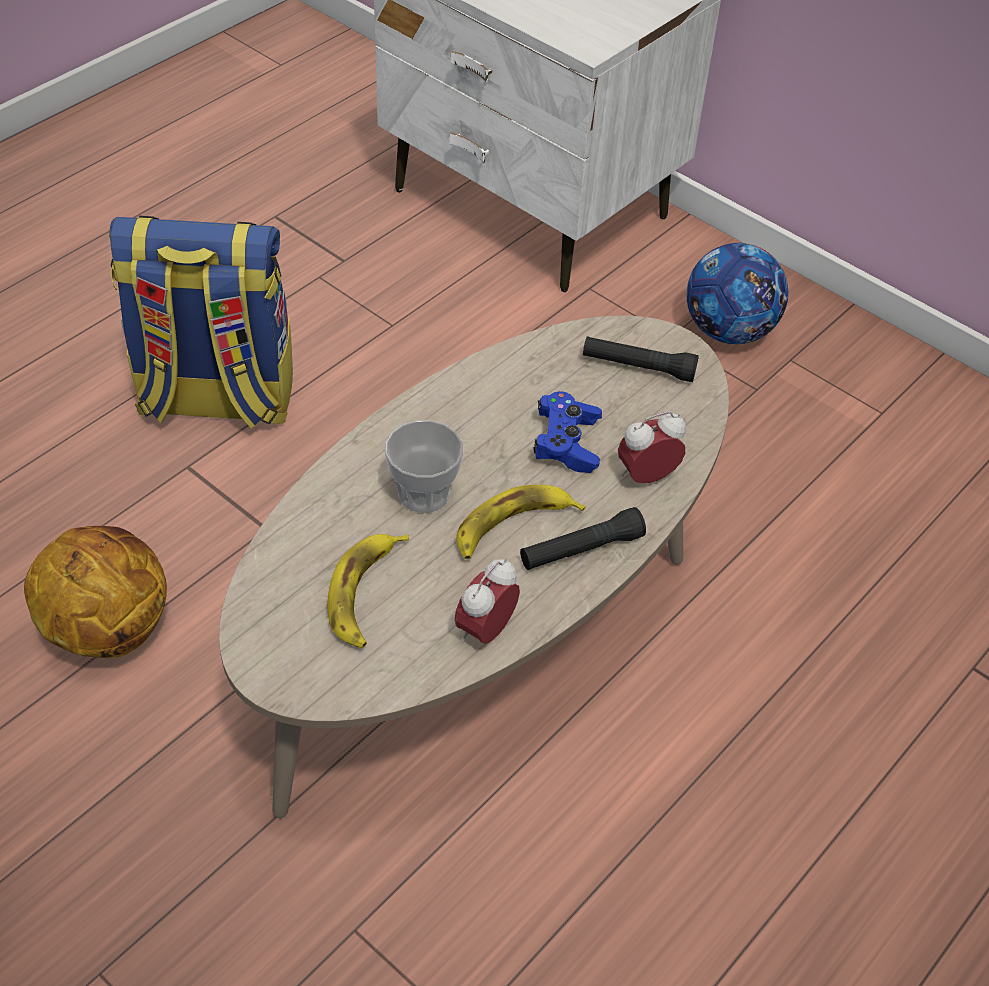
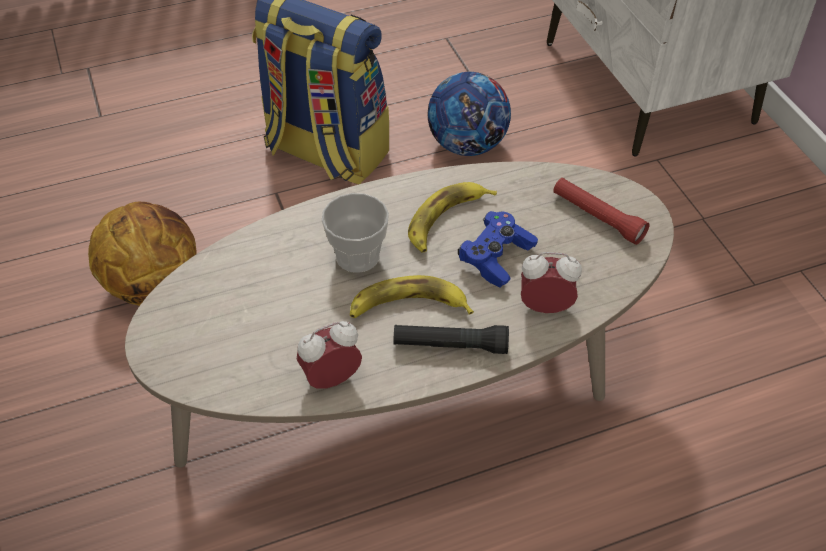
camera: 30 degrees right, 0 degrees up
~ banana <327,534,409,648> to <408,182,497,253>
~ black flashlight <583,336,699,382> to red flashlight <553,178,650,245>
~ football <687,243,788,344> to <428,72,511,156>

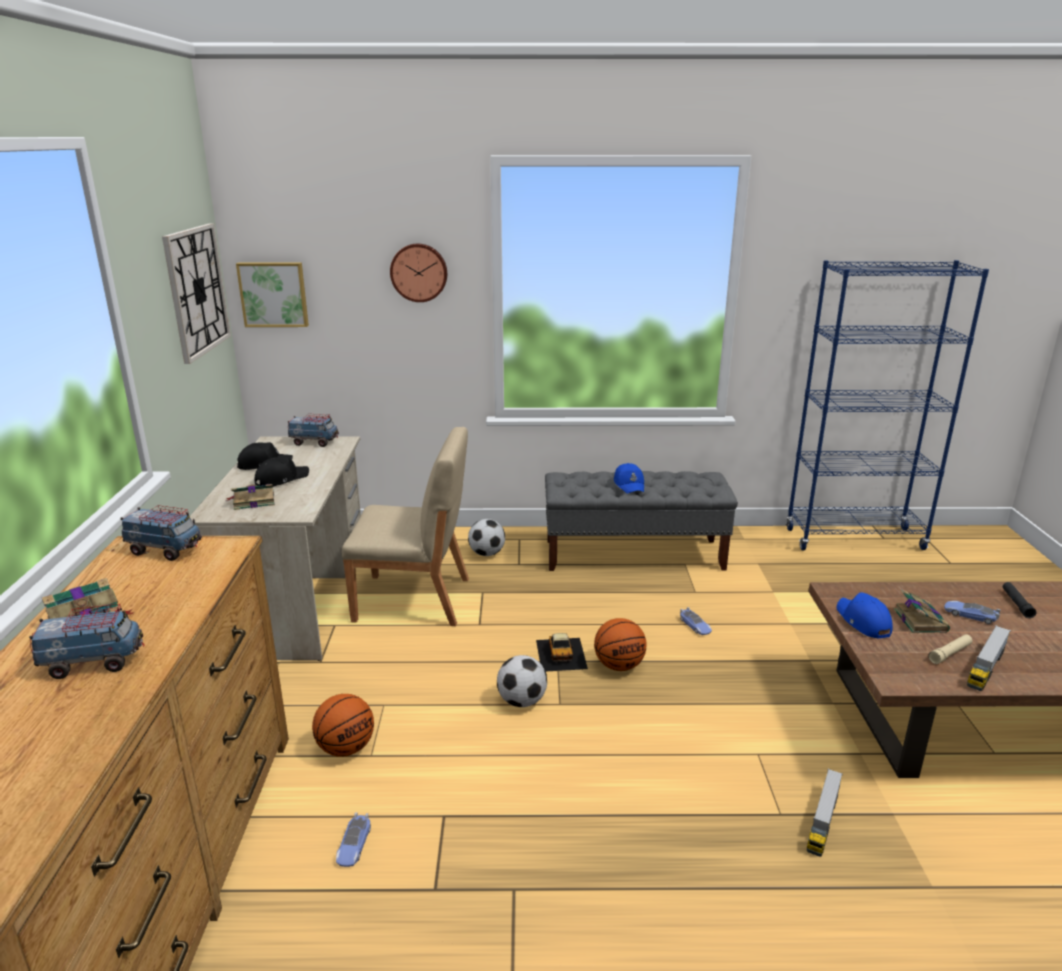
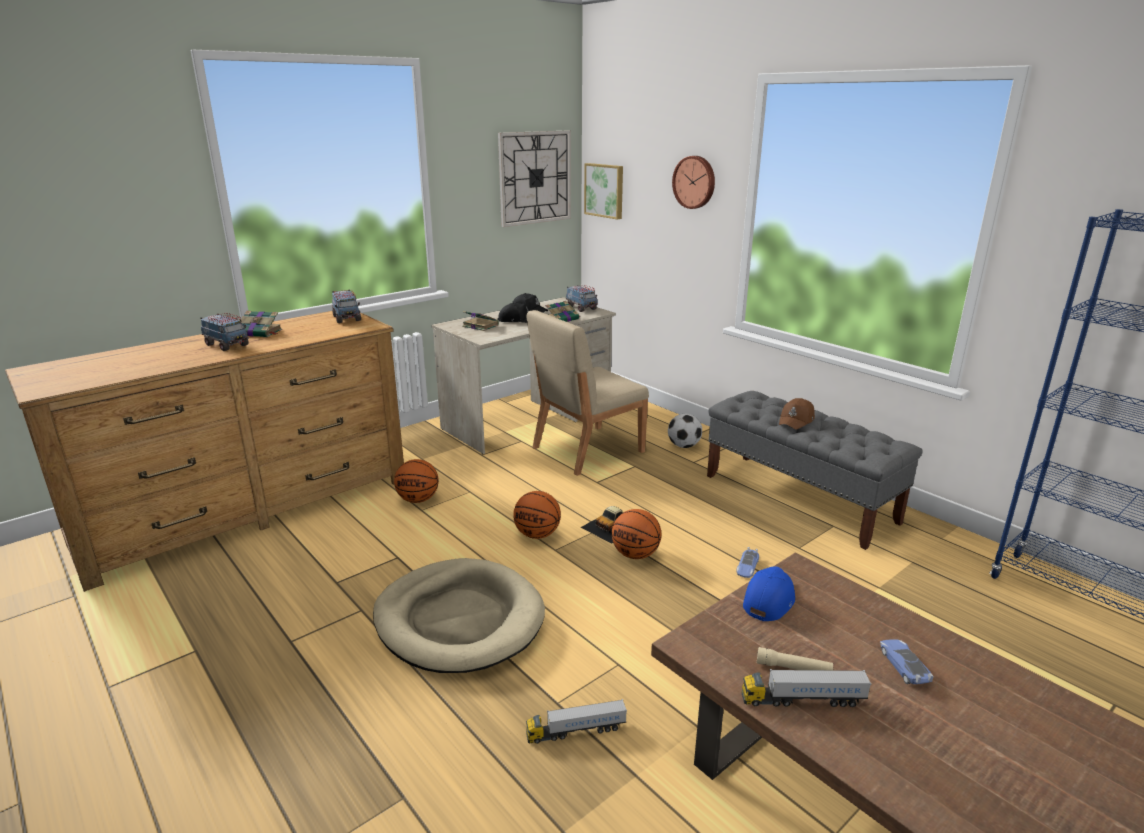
camera: 50 degrees right, 0 degrees up
- toy car <336,812,371,867>
~ beige upright chair <342,427,469,626> = <527,310,649,476> 90 degrees clockwise
~ football <497,655,547,707> to basketball ball <513,491,561,539>
~ blue-coloured peaked cap <614,463,644,493> to brownish peaked cap <779,398,815,429>
~ bound book <893,589,950,633> to <545,301,579,322>
- black flashlight <1003,582,1037,618>
+ beige pet bed <373,558,545,673>

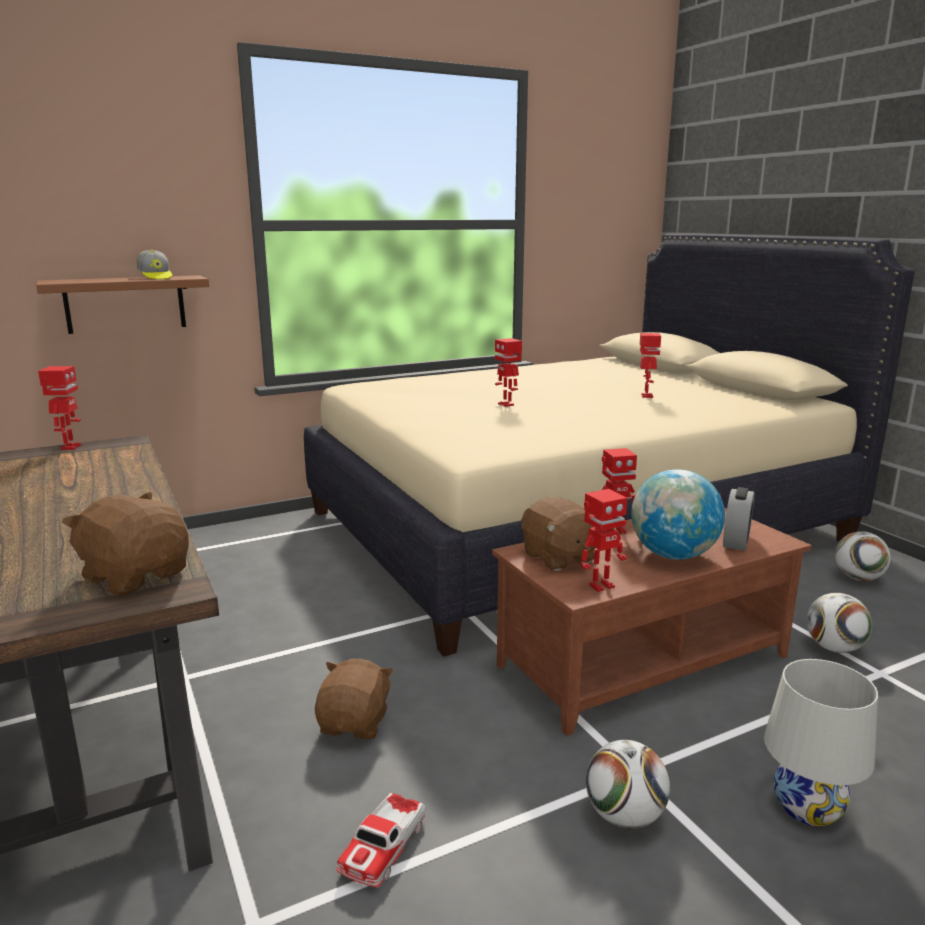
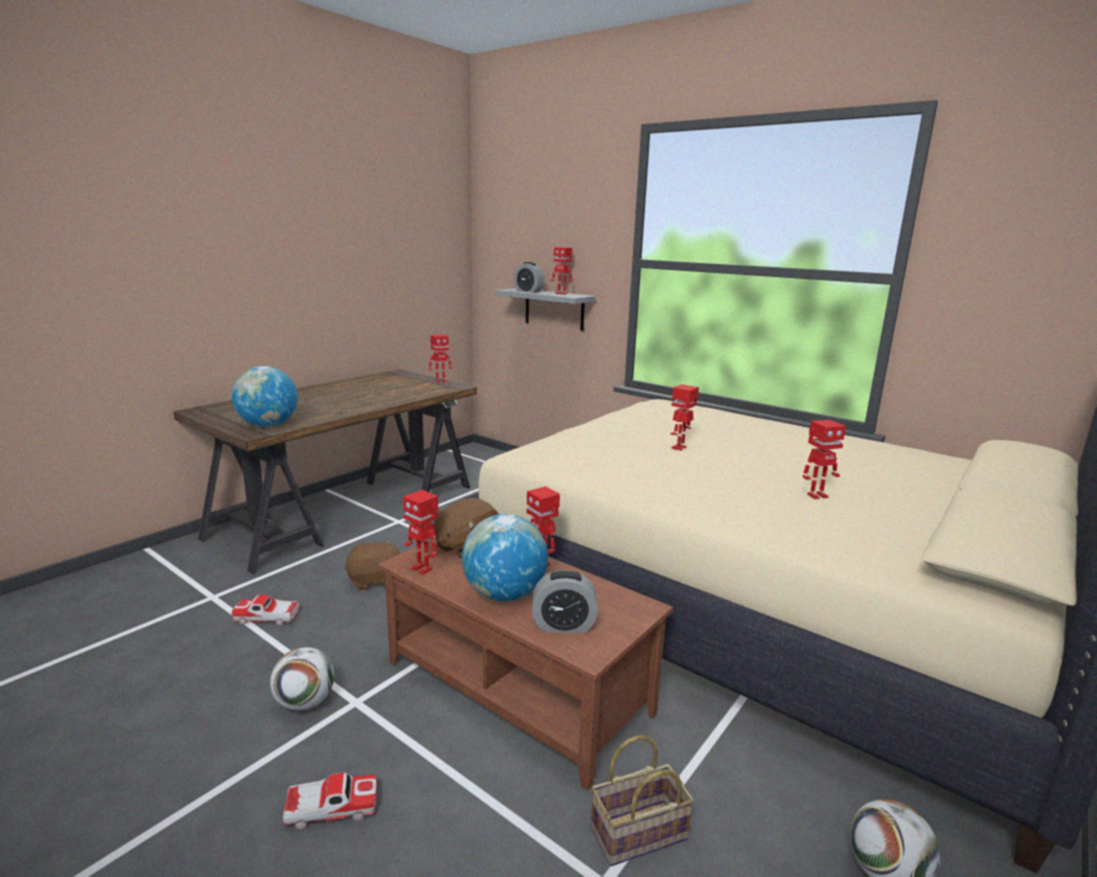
camera: 65 degrees right, 0 degrees up
~ brownish shelf <36,275,209,334> to gray shelf <495,288,596,331>
~ brownish plush toy <62,492,189,597> to globe <231,366,298,427>
~ peaked cap <137,250,172,279> to model robot <550,247,573,295>
~ white lamp for a table <764,659,878,827> to toy car <283,773,377,830>
~ football <807,593,872,653> to basket <591,735,694,866>
+ table clock <514,262,544,293>

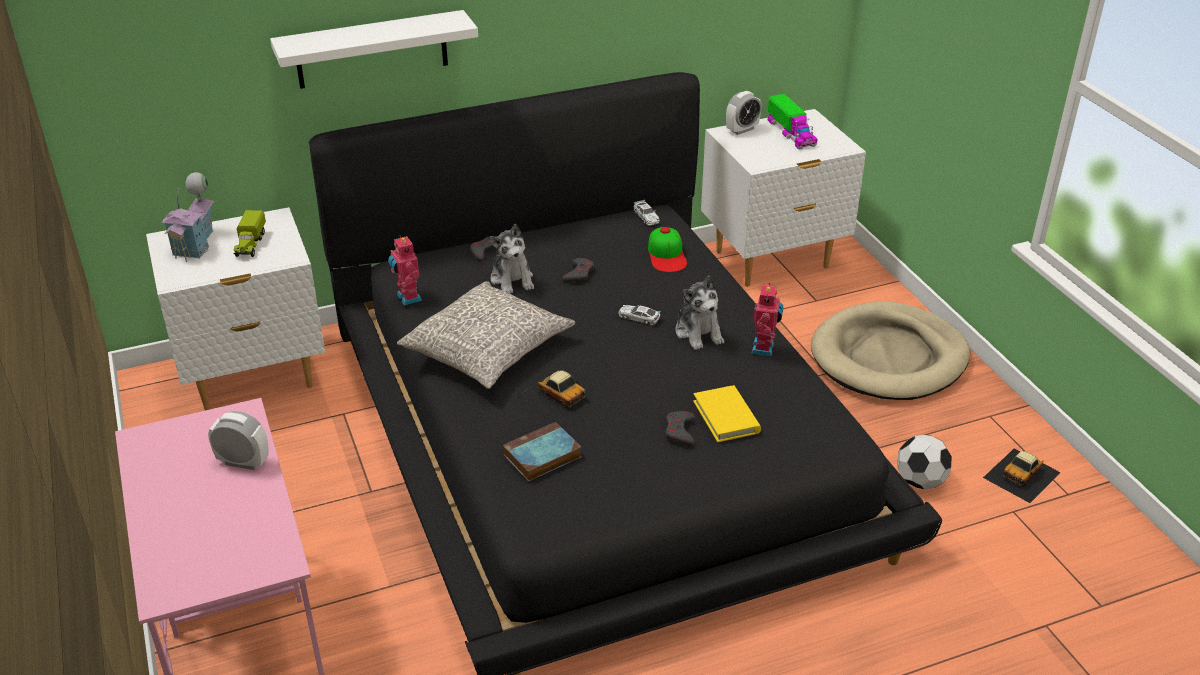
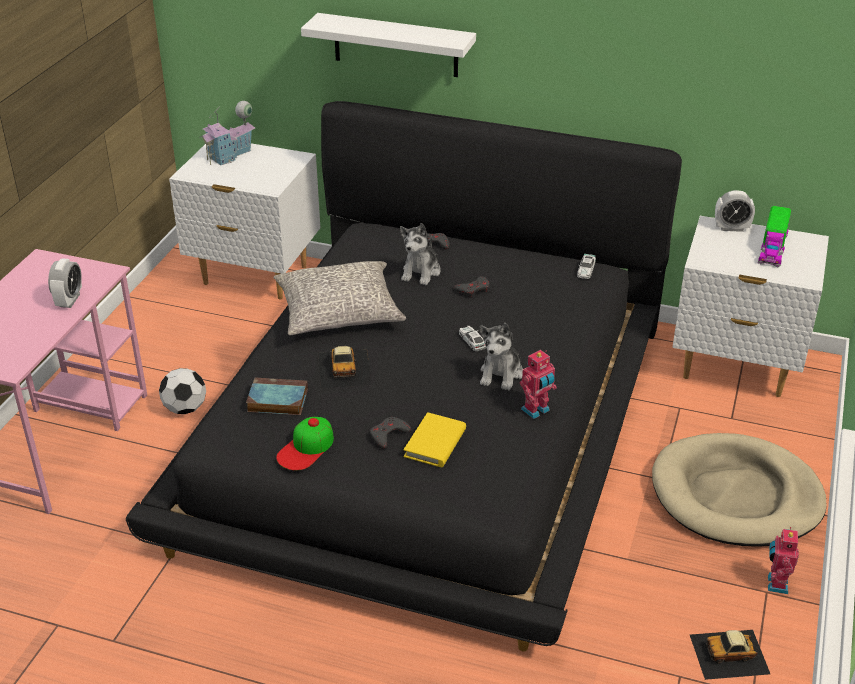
camera: 40 degrees right, 0 degrees up
~ table clock <208,411,269,470> = <48,258,82,308> 45 degrees clockwise
- toy lorry <234,210,266,257>
~ model robot <388,235,422,305> to <768,527,799,594>
~ peaked cap <648,227,687,272> to <276,417,334,471>
~ football <897,435,952,489> to <159,368,206,414>

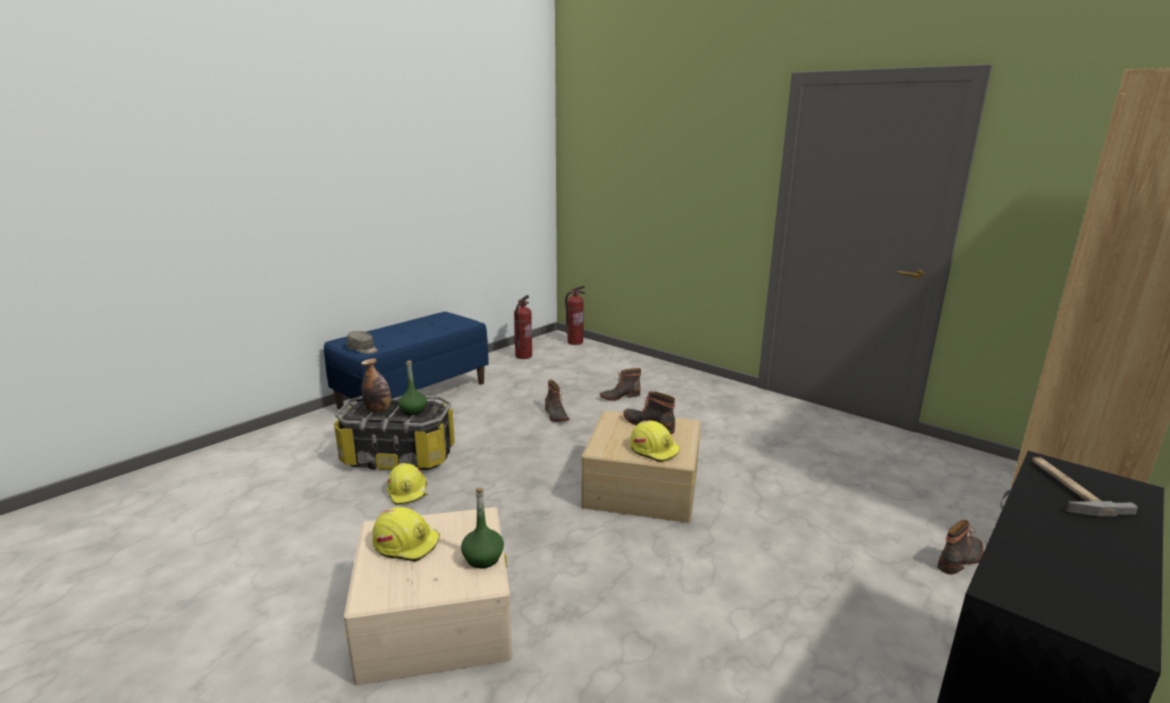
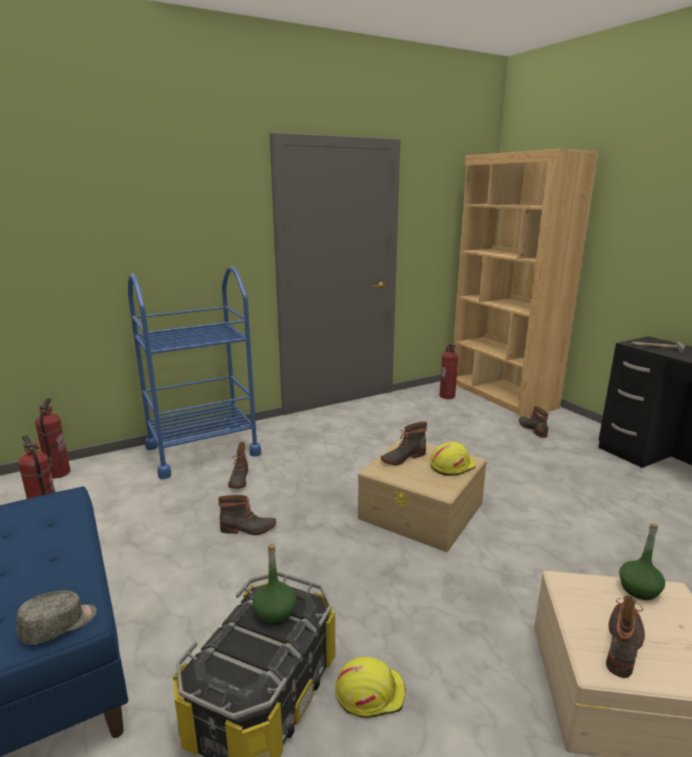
camera: 70 degrees left, 0 degrees up
- bottle <361,358,391,413>
~ yellow-coloured hard hat <372,507,440,562> to high-top boot <606,596,645,678>
+ blue-coloured wheeled cart <128,267,261,479>
+ fire extinguisher <439,344,458,399>

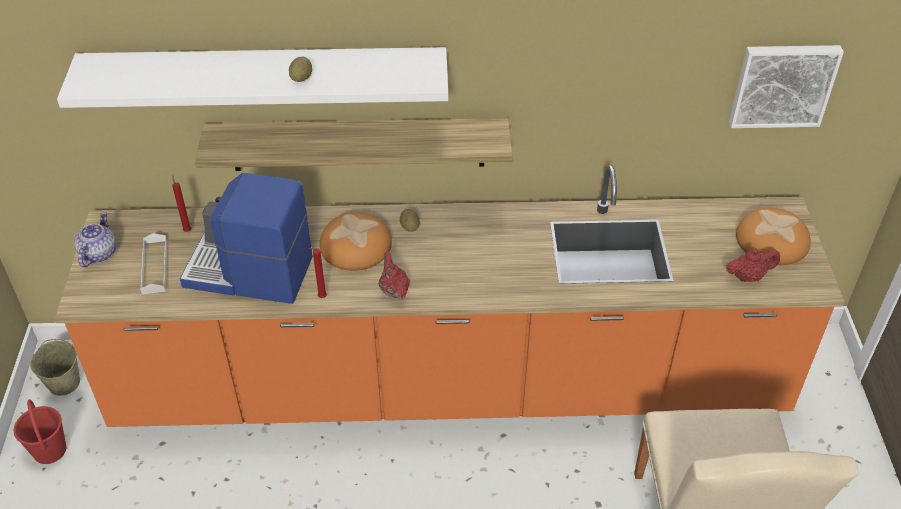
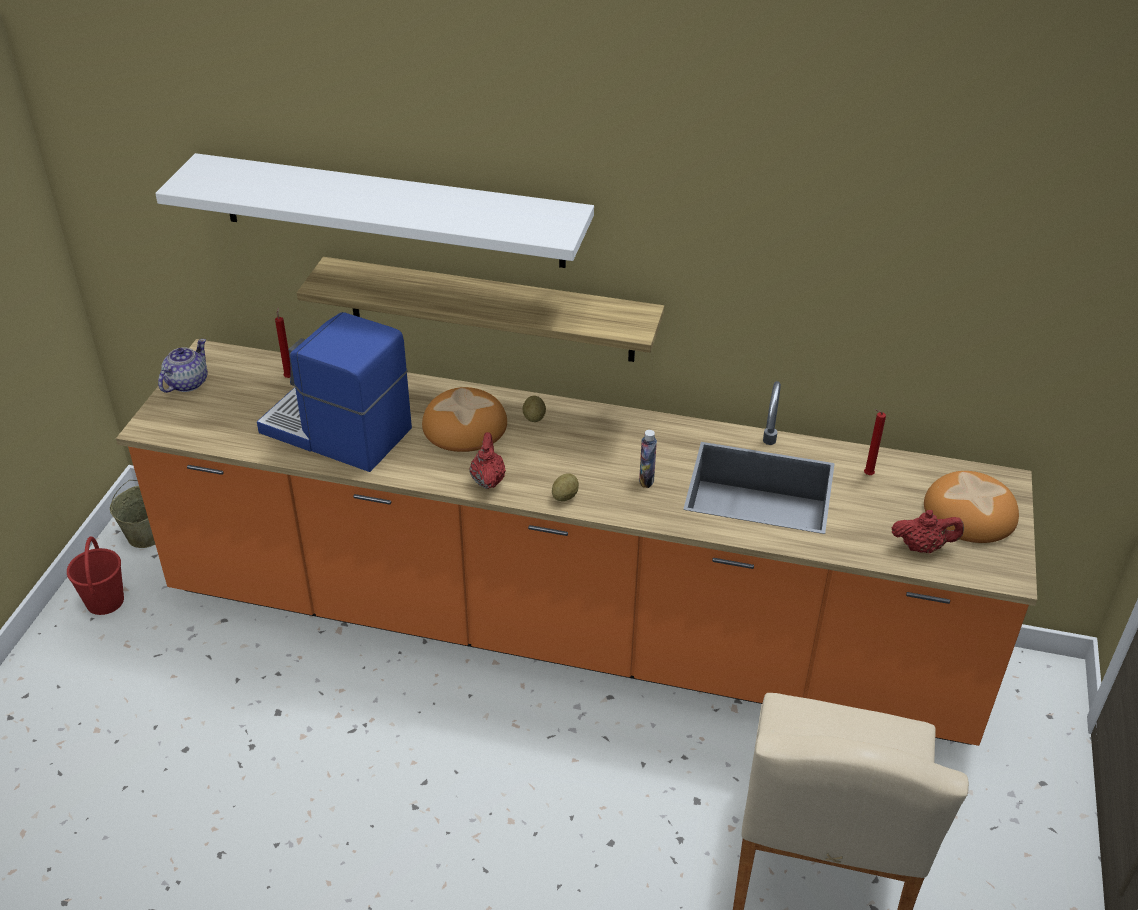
camera: 15 degrees right, 5 degrees down
- white carrying tray <140,233,167,294>
~ spud <289,56,312,82> to <552,474,579,502>
~ red wax light <308,248,327,298> to <864,409,886,475>
- wall picture <729,45,844,128>
+ bottle <639,430,657,488>

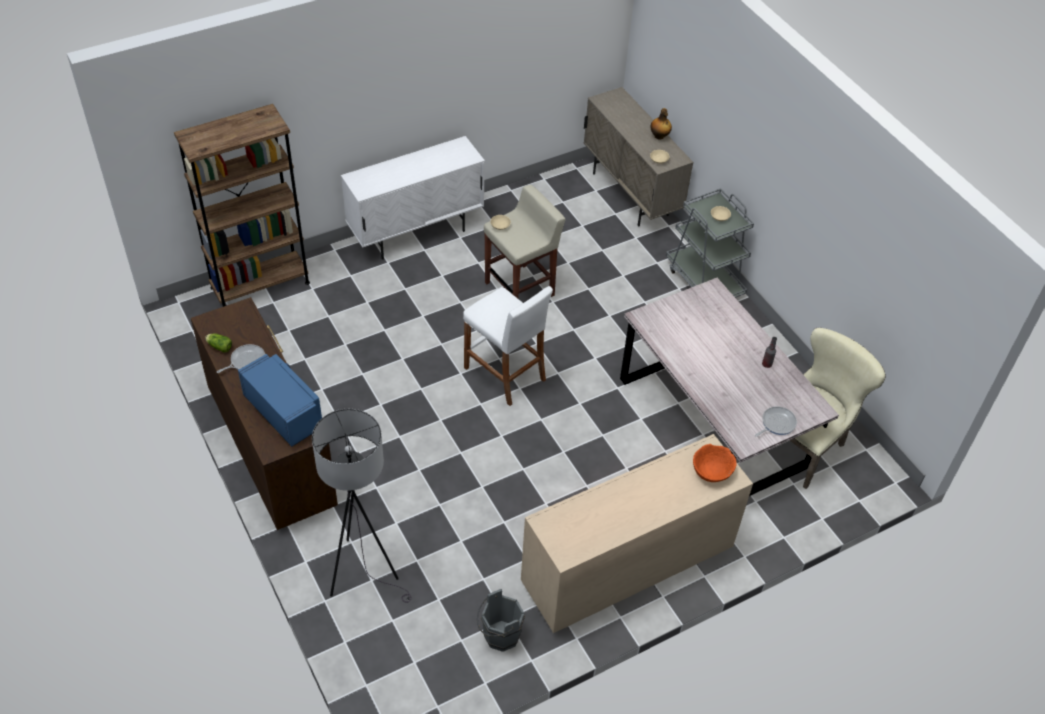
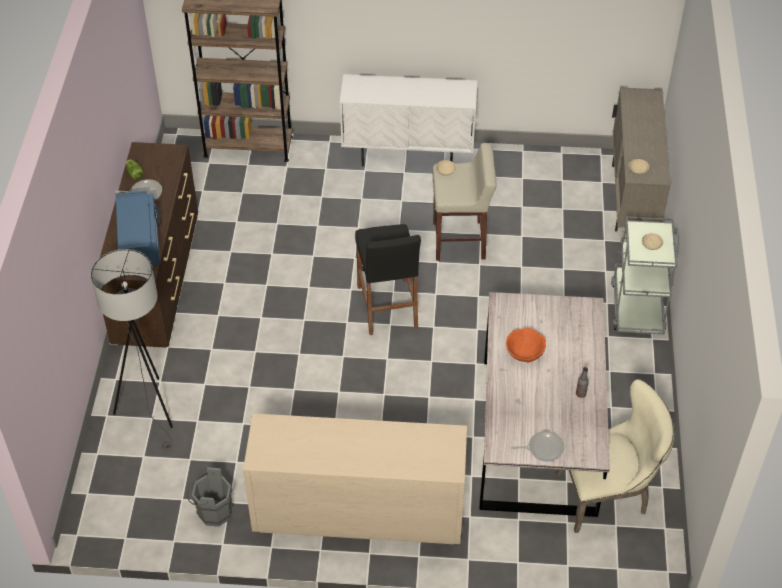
camera: 35 degrees right, 0 degrees up
~ white sitting stool <463,286,553,406> to black sitting stool <355,224,421,335>
- bottle <650,108,672,140>
~ orange-coloured serving bowl <693,444,737,482> to <506,328,546,362>

